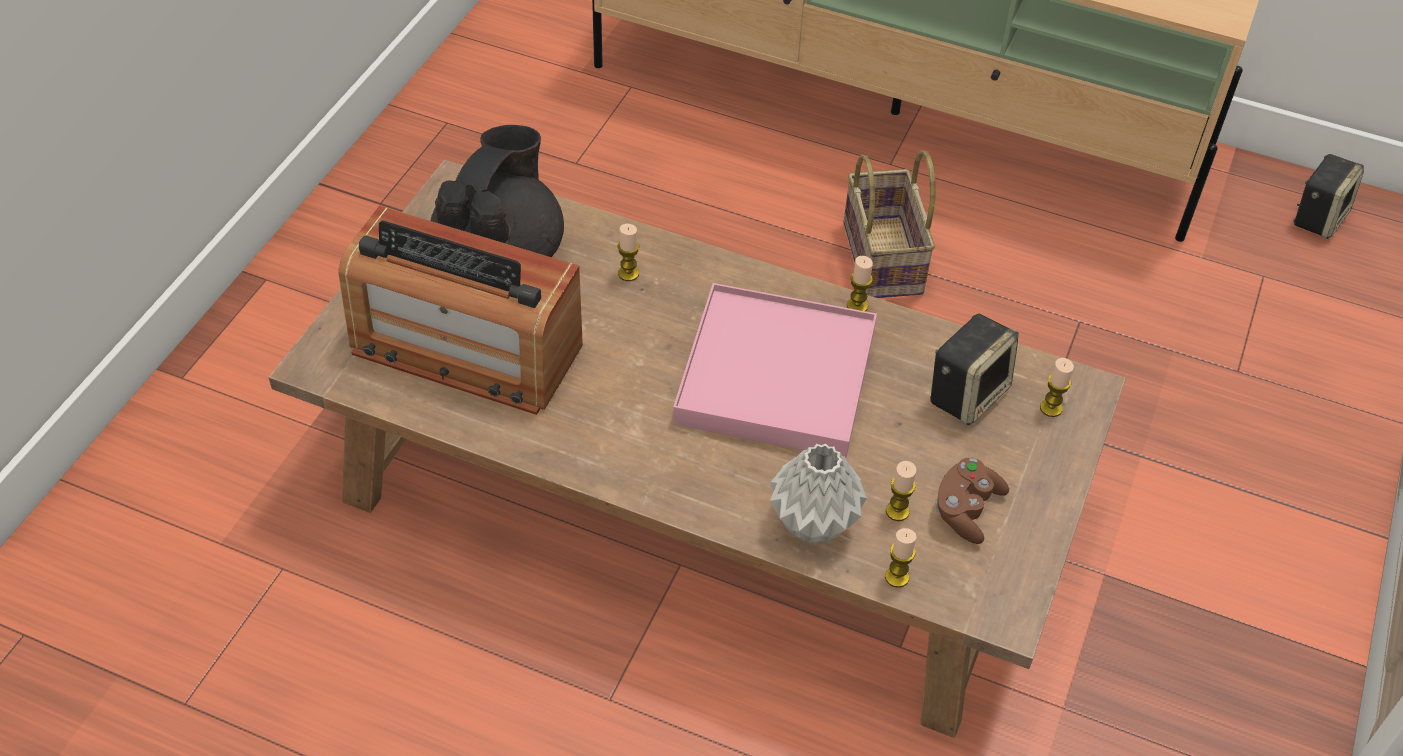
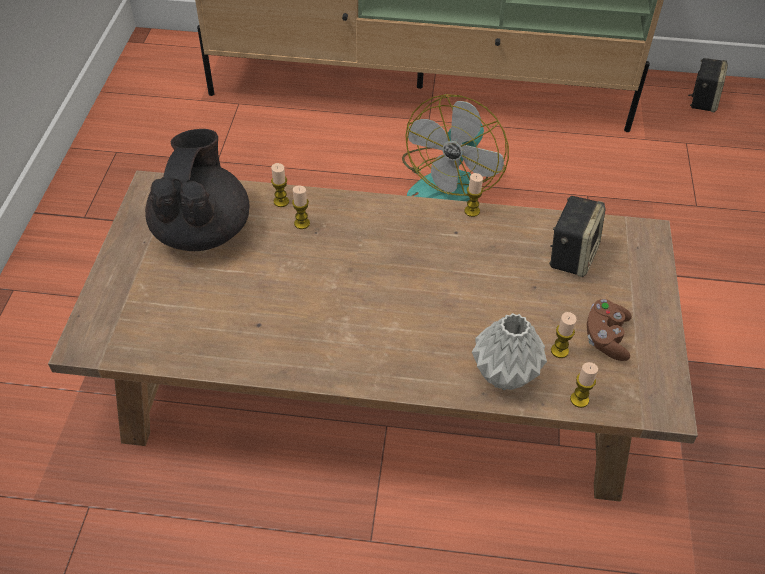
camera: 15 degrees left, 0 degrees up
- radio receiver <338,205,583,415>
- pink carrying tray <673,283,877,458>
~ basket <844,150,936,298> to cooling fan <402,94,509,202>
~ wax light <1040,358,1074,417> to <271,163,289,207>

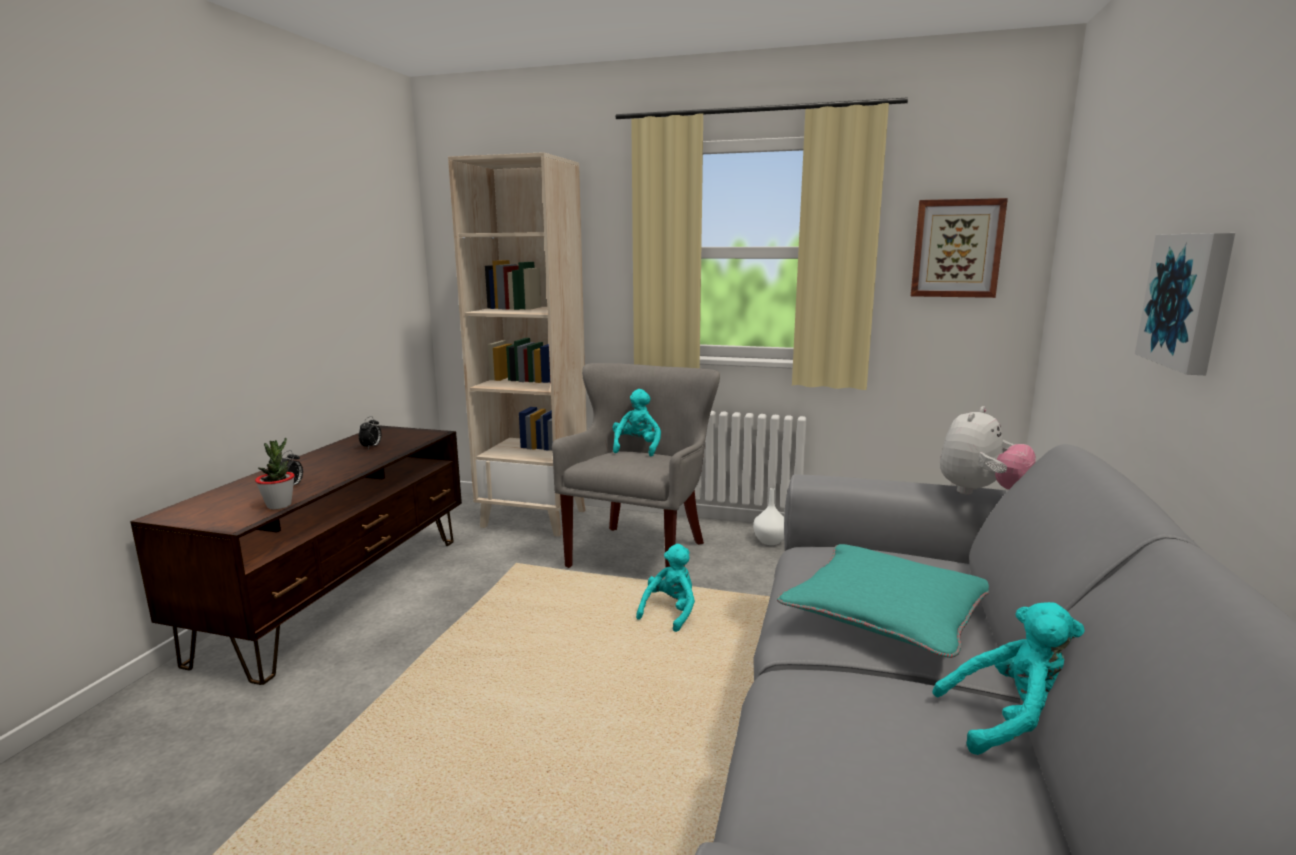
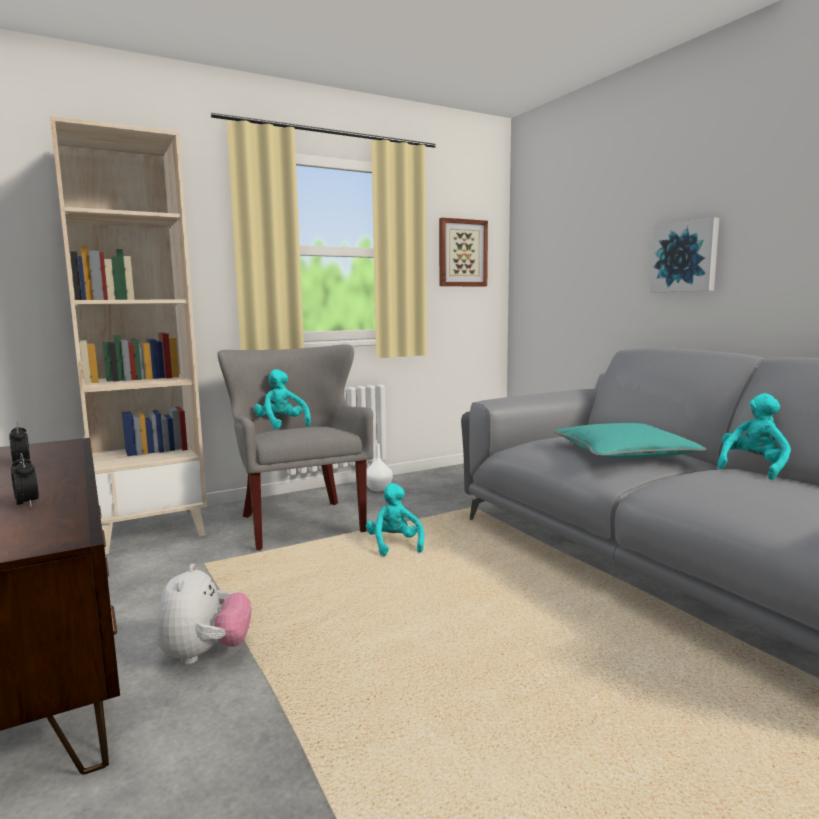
camera: 45 degrees left, 5 degrees down
- houseplant <255,437,295,510>
~ plush toy <940,406,1036,494> to <157,564,251,665>

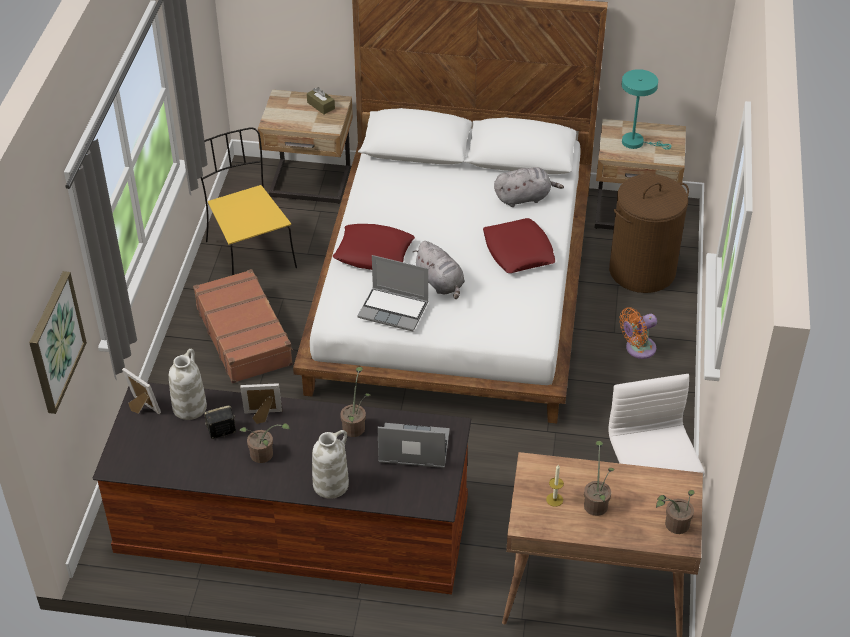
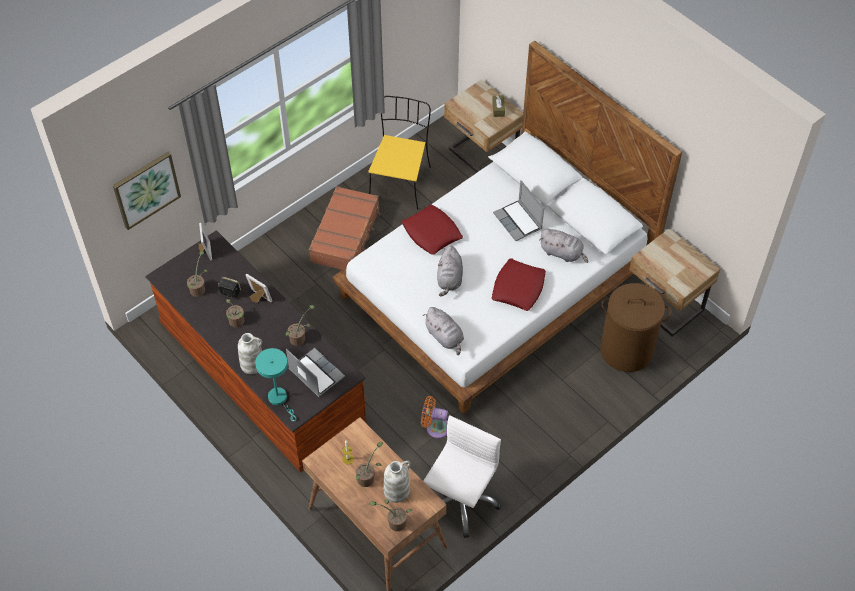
camera: 40 degrees right, 10 degrees up
~ white flower vase <169,349,207,420> to <384,461,411,503>
~ notebook computer <357,255,428,331> to <493,180,544,241>
~ orange-coloured cooling fan <619,307,657,359> to <421,396,448,439>
~ turquoise lamp for a table <622,69,671,150> to <255,348,297,421>
+ houseplant <187,251,208,297>
+ gray plush toy <423,307,464,355>

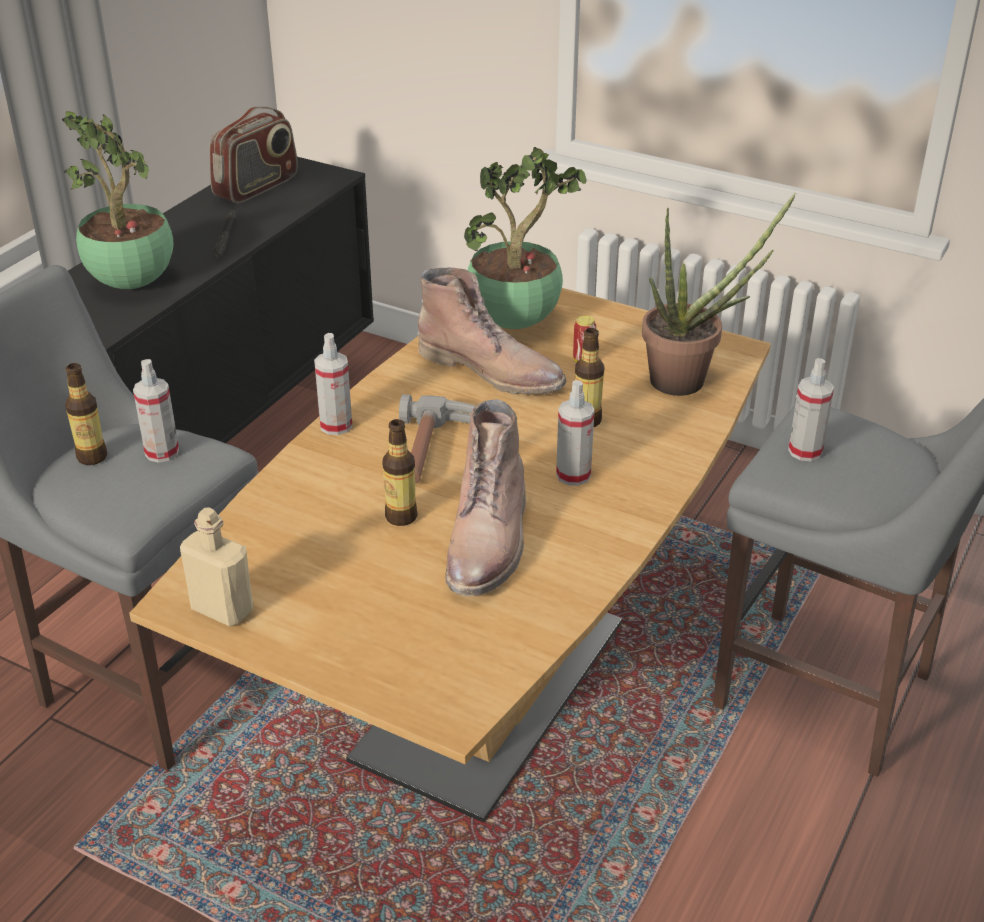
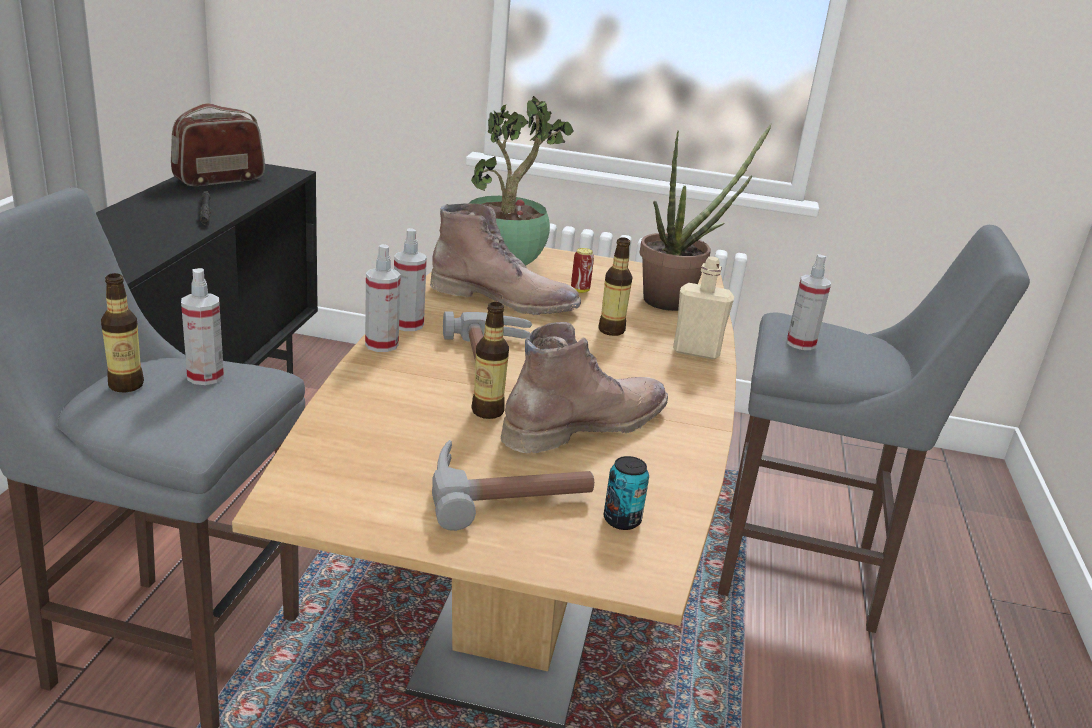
camera: 20 degrees left, 10 degrees down
- houseplant <62,111,174,289>
~ beige bottle <180,508,253,626> to <673,256,734,360>
~ radio receiver <209,107,298,203> = <171,103,265,186> 150 degrees counterclockwise
~ brownish high-top boot <445,399,526,596> = <500,322,668,453> 120 degrees counterclockwise
~ sprayer <556,380,595,486> to <394,228,427,331>
+ hammer <432,440,594,531>
+ sealed can <604,456,649,530>

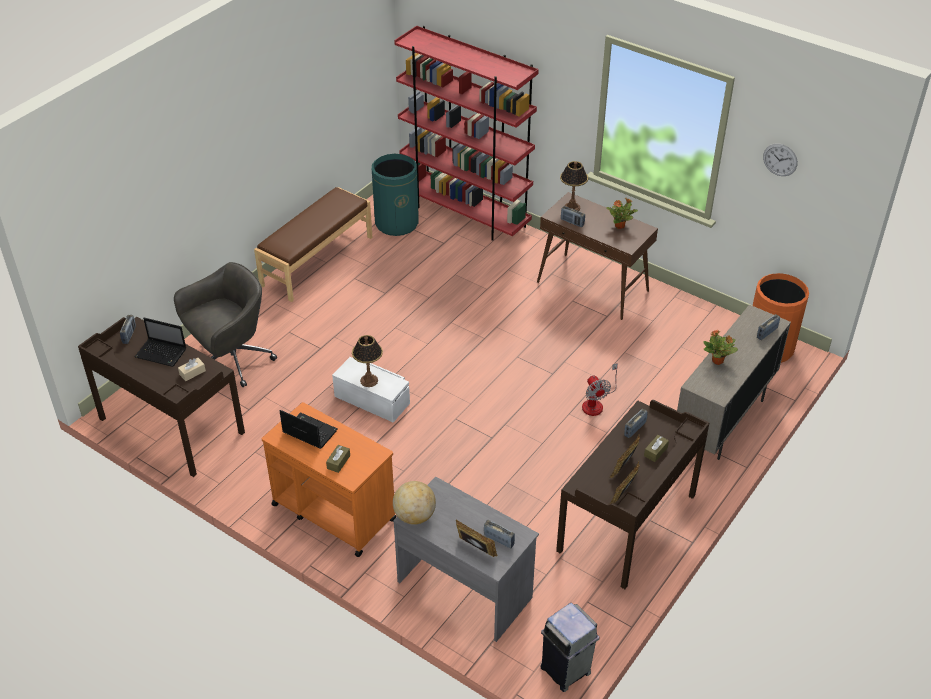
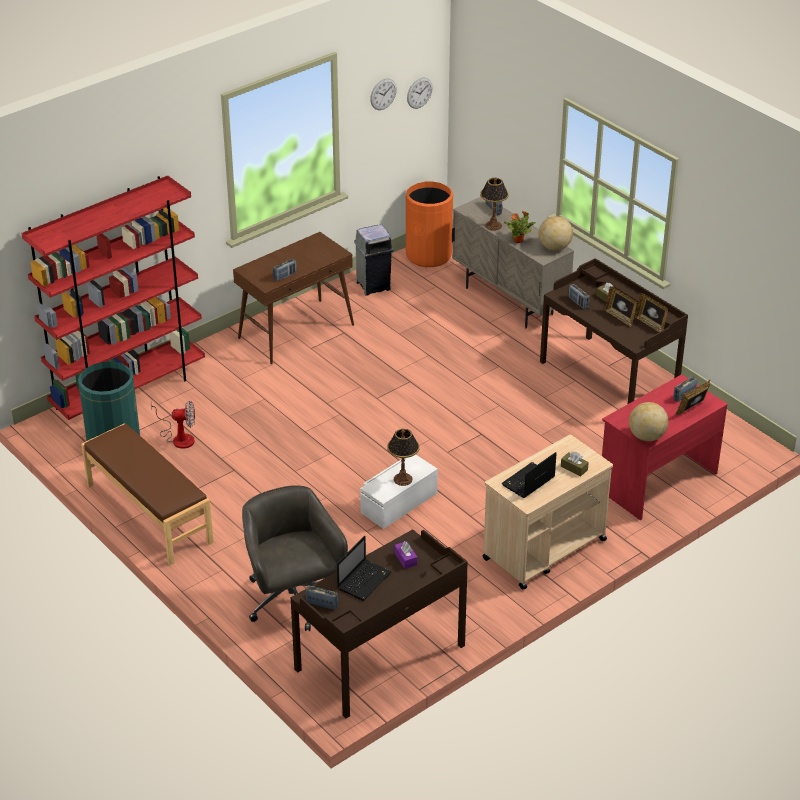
camera: 75 degrees left, 5 degrees down
~ beige box of tissues <178,358,206,381> to purple-coloured box of tissues <394,541,417,569>
~ orange-coloured wheeled cart <262,402,397,557> to beige wheeled cart <483,435,613,590>
~ gray desk table <393,477,539,642> to red desk table <602,374,728,520>
~ gray rubbish bin <540,603,600,692> to <354,225,394,296>
~ lamp for a table <560,161,588,211> to <480,177,509,231>
~ cooling fan <582,363,618,416> to <151,401,195,449>
- houseplant <606,198,638,229>
+ wall clock <407,78,433,109>
+ globe <539,216,573,251>

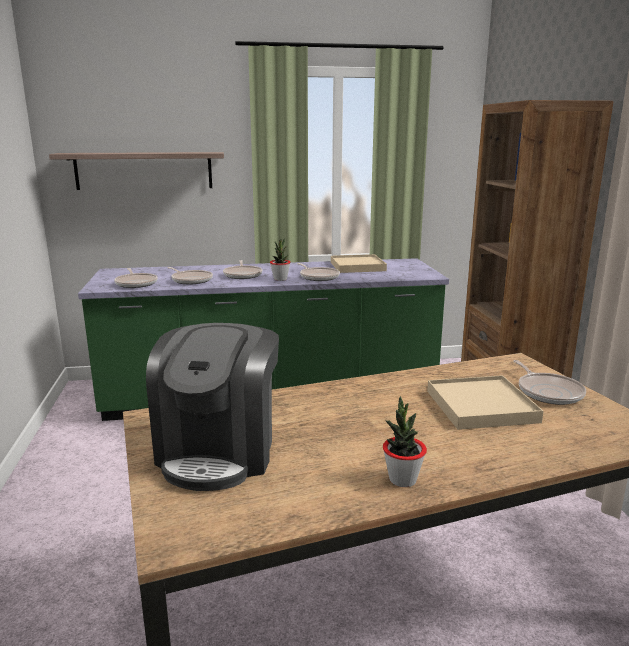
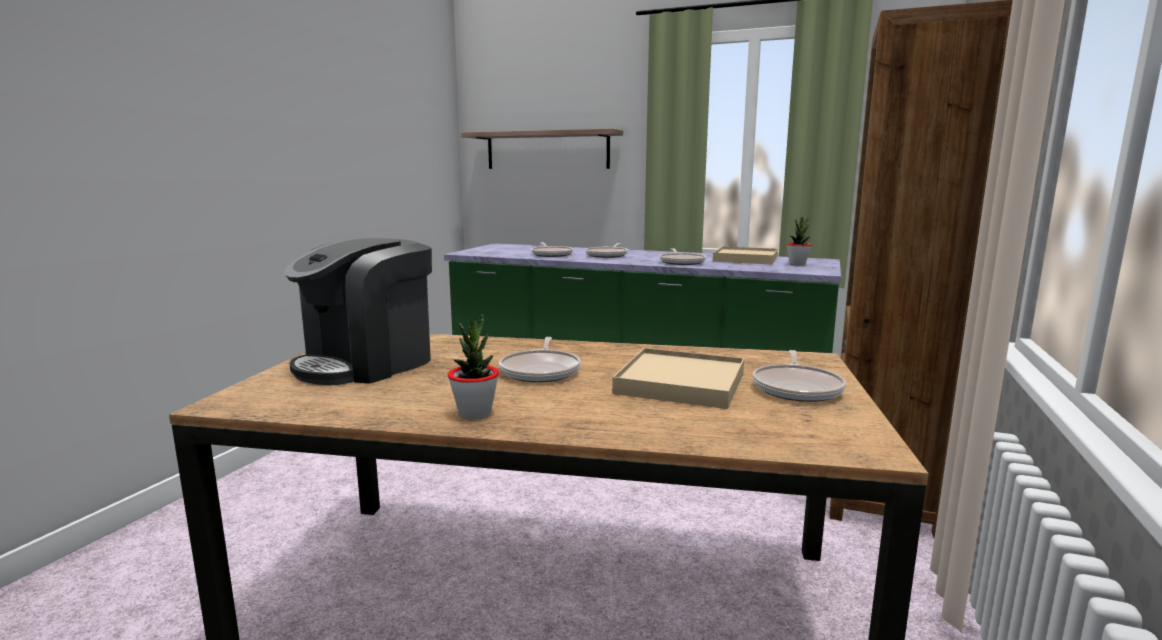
camera: 30 degrees right, 5 degrees down
~ frying pan <114,268,158,288> to <499,337,581,382>
~ houseplant <270,238,290,281> to <786,217,812,266>

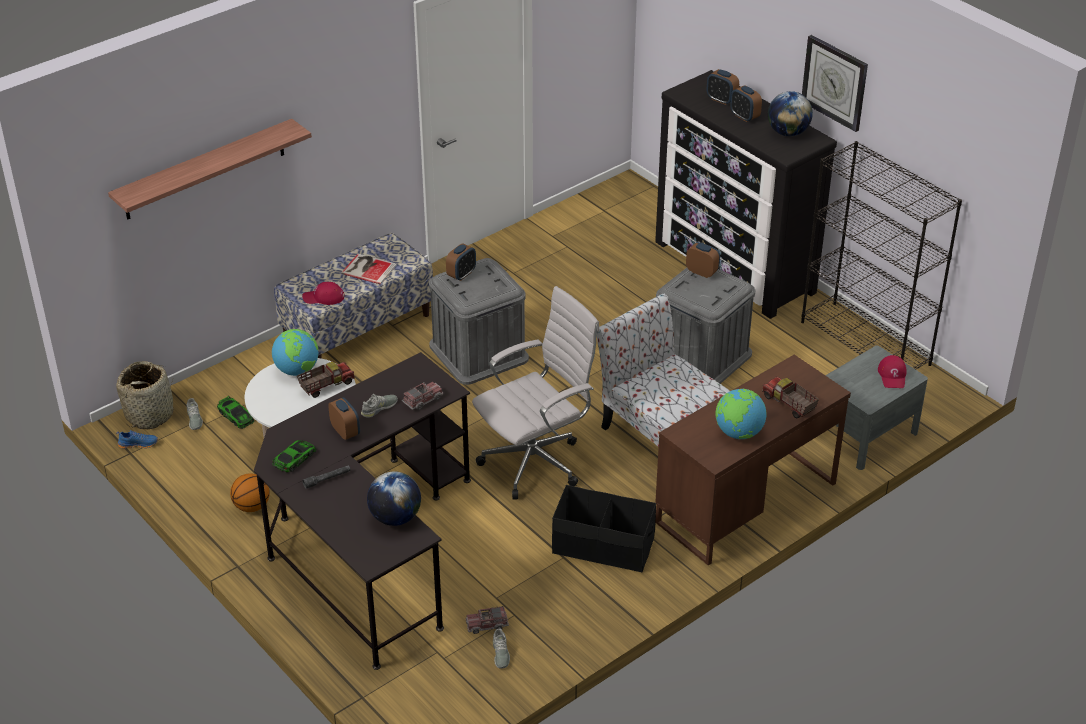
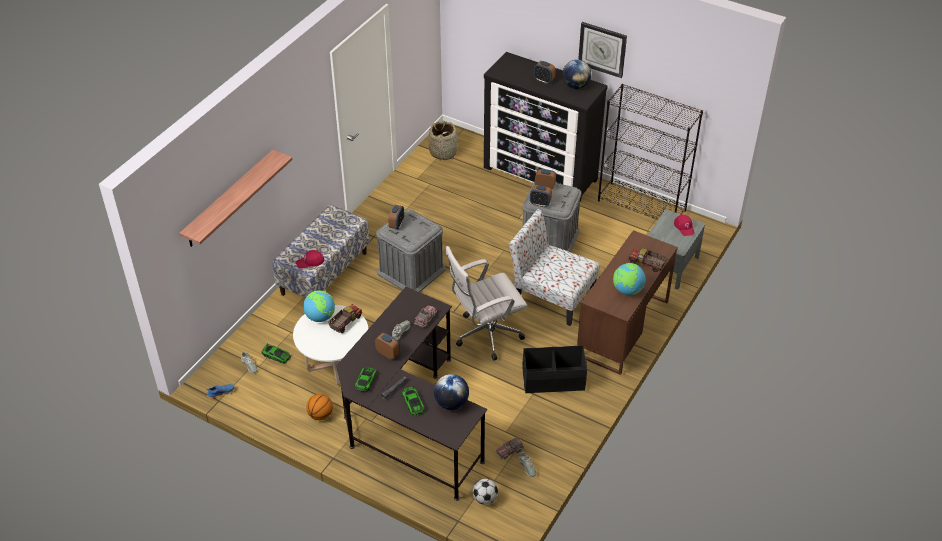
camera: 20 degrees left, 5 degrees up
~ basket <116,361,173,429> to <429,121,458,160>
- bound book <341,253,397,284>
~ white computer chair <472,286,600,499> = <445,246,528,361> 150 degrees counterclockwise
~ table clock <707,69,739,105> to <530,185,552,207>
+ toy car <402,387,425,417>
+ football <473,479,498,505>

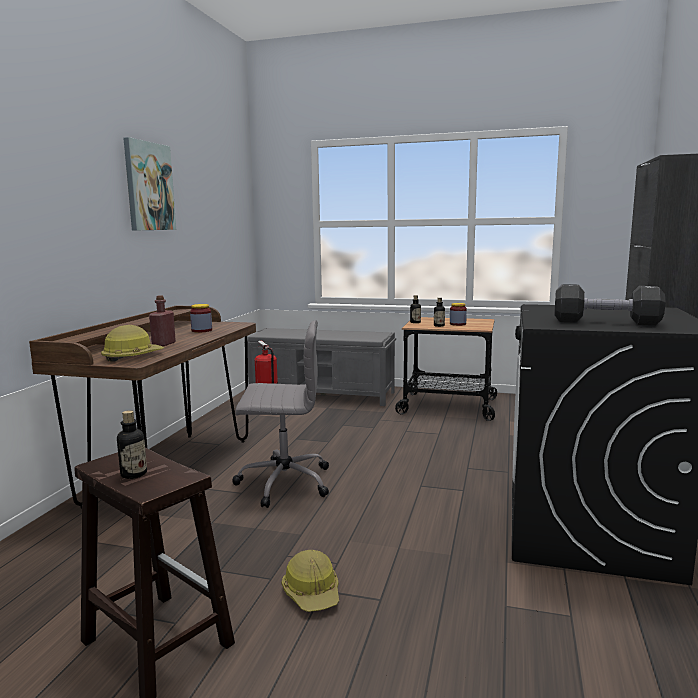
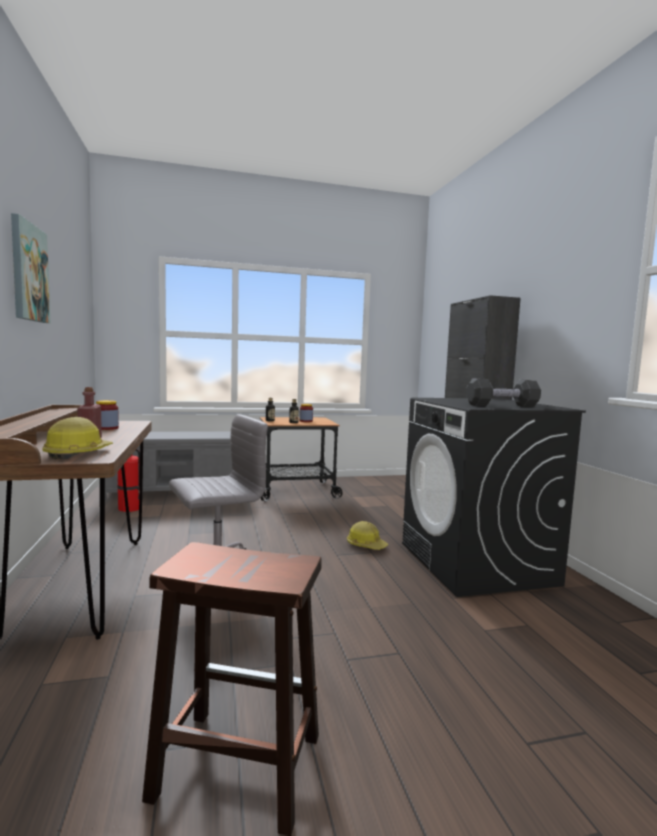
camera: 30 degrees left, 5 degrees down
- bottle <117,410,147,479>
~ hard hat <281,550,339,612> to <347,521,388,550>

